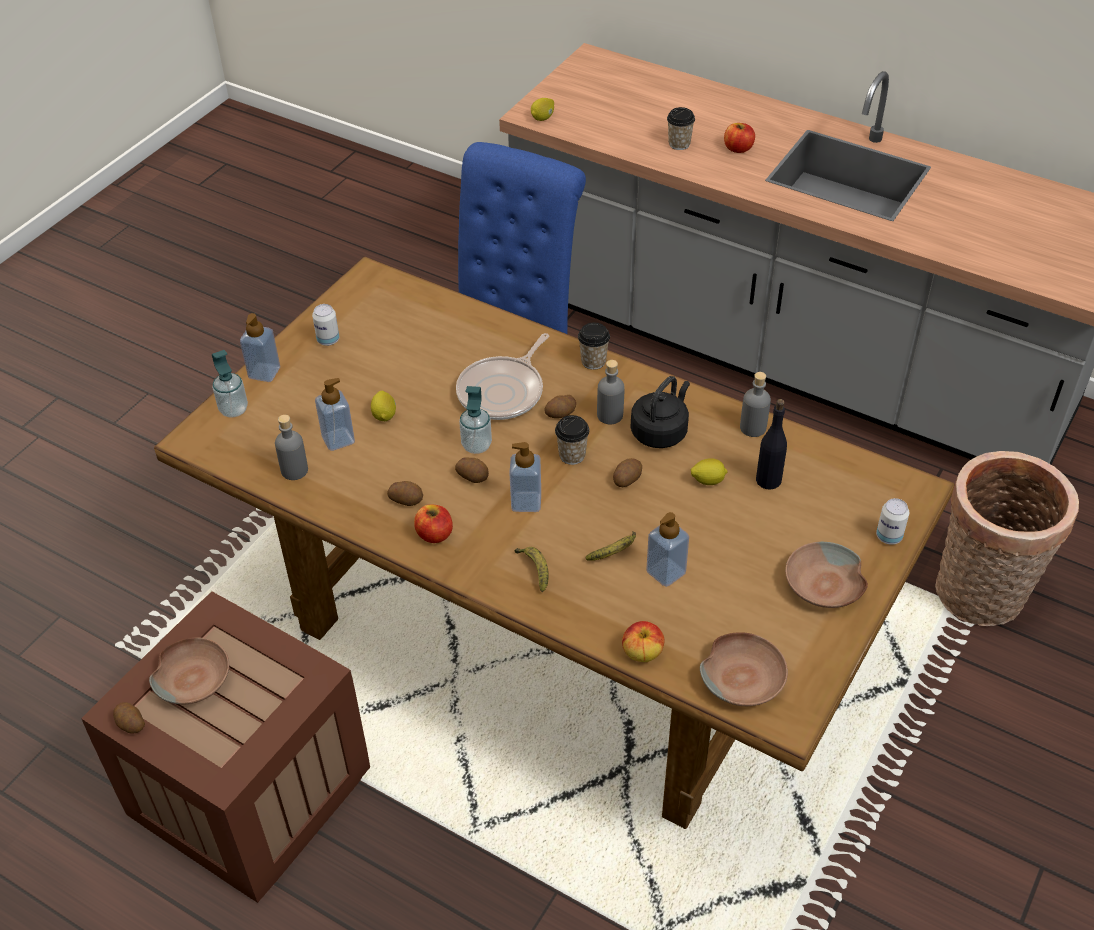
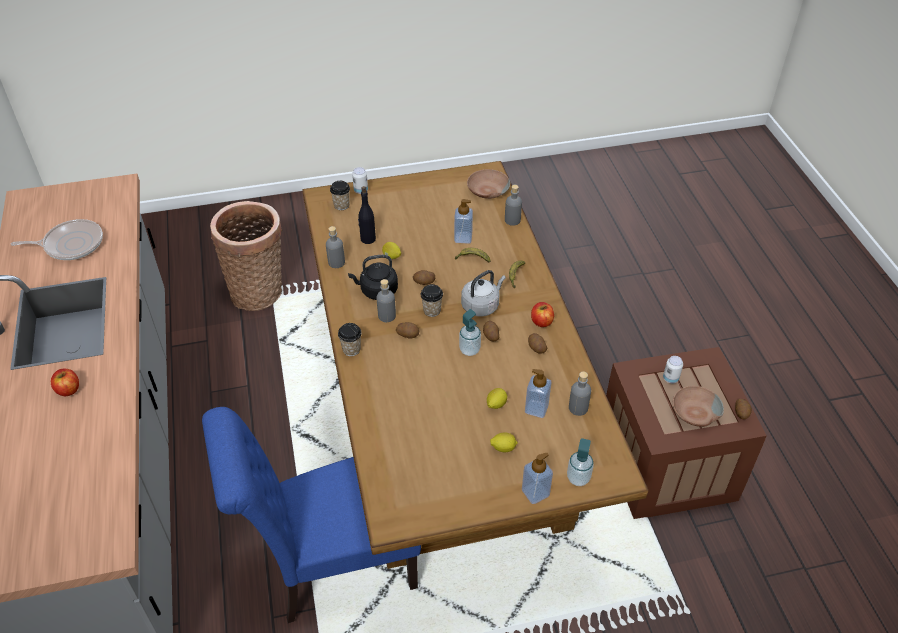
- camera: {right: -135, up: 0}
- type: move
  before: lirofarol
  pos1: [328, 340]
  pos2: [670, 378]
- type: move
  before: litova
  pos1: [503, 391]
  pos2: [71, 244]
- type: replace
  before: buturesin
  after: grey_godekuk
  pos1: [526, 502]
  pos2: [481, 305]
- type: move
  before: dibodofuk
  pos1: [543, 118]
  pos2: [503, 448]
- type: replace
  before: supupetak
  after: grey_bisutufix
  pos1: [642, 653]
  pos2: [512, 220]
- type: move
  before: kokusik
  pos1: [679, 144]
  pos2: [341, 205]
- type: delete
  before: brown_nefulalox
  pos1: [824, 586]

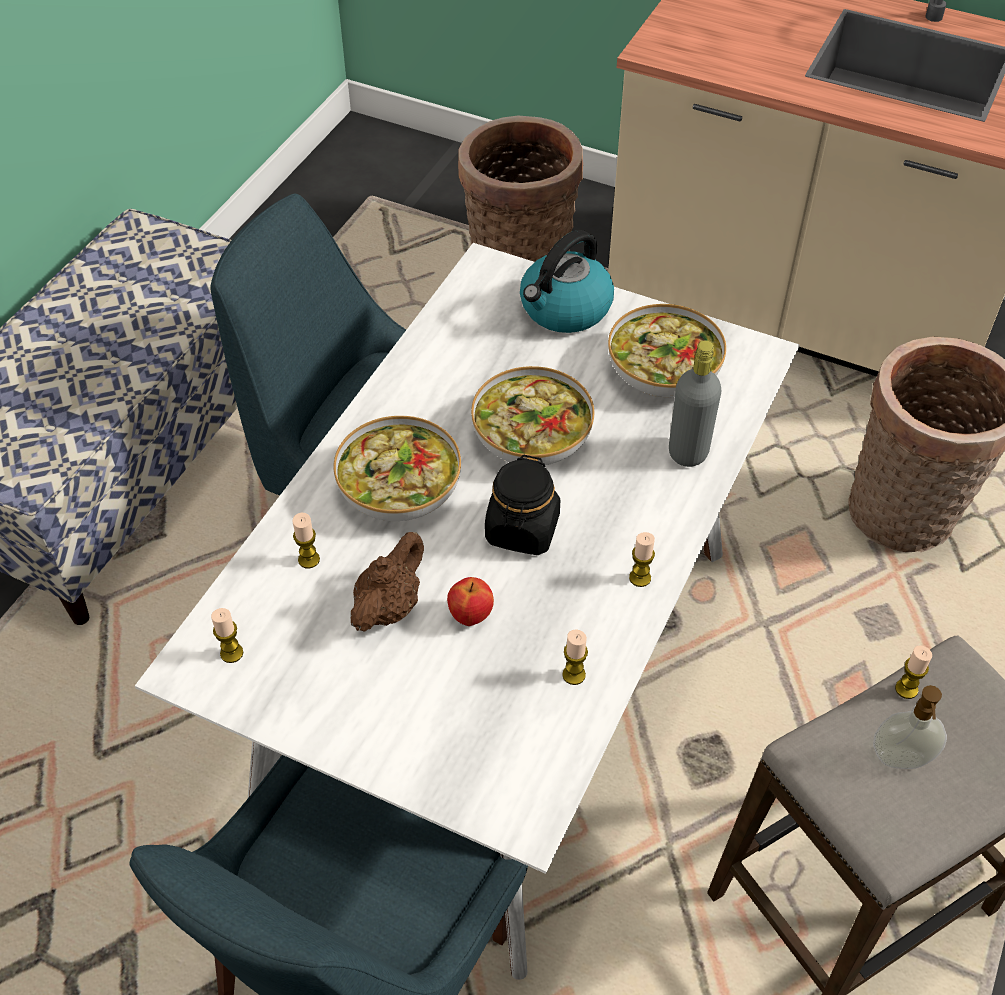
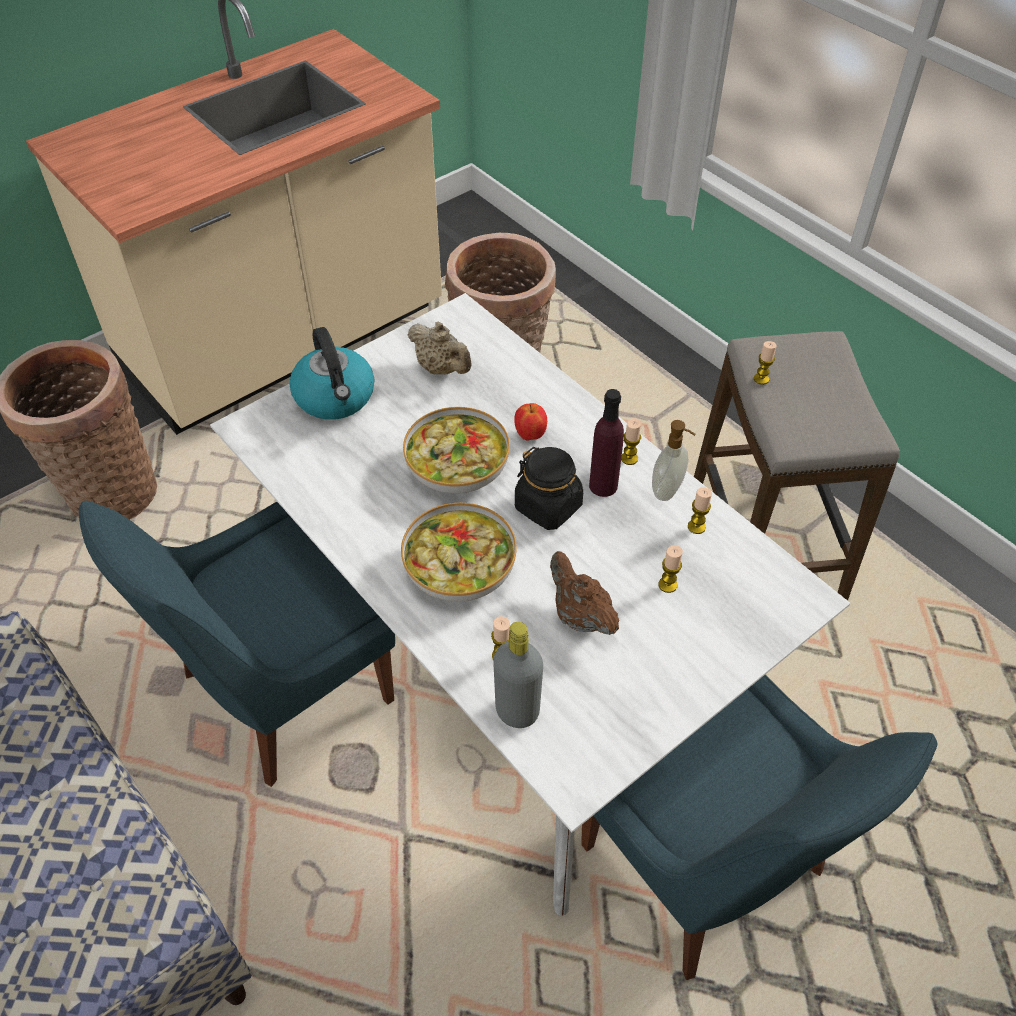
- camera: {right: -65, up: 0}
- type: move
  before: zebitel
  pos1: [231, 653]
  pos2: [667, 585]
- type: move
  before: supupetak
  pos1: [470, 616]
  pos2: [530, 435]
- type: replace
  before: nefulalox
  after: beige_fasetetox
  pos1: [664, 370]
  pos2: [442, 369]
- type: move
  before: grey_bisutufix
  pos1: [688, 452]
  pos2: [517, 711]
- type: move
  before: buturesin
  pos1: [901, 760]
  pos2: [668, 490]
- type: insert
  after: purple_bisutufix
  pos2: [603, 485]

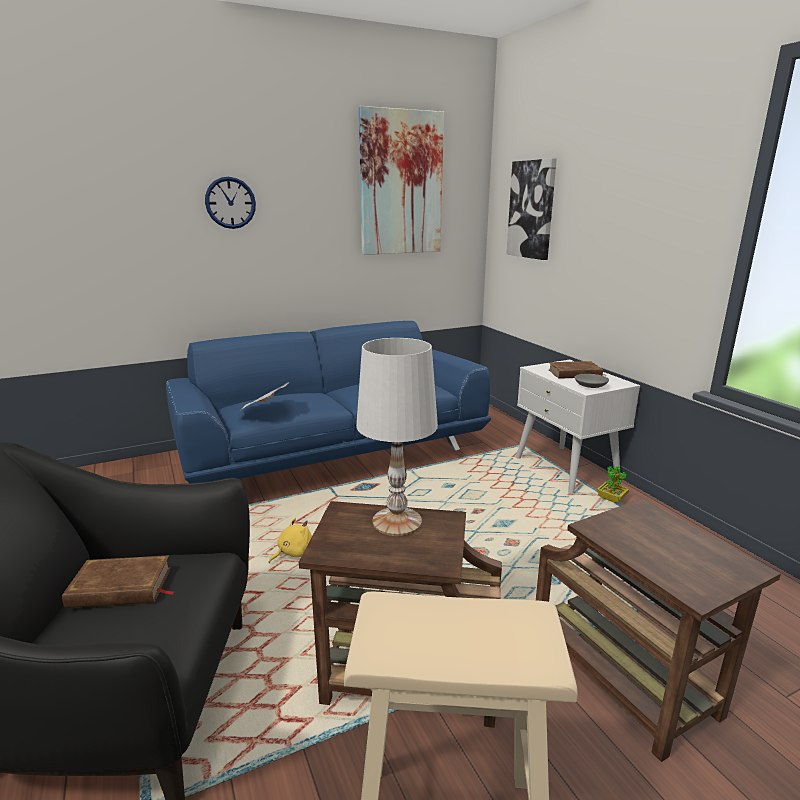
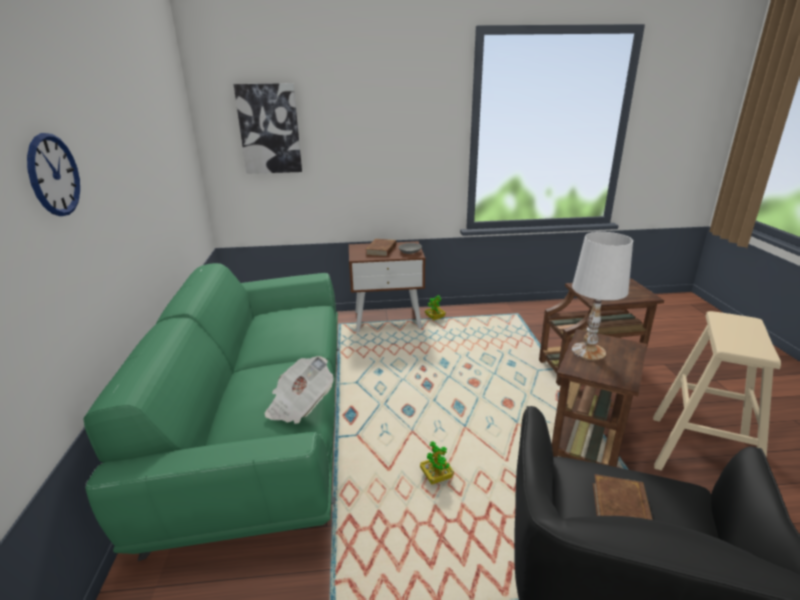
- camera: {right: -70, up: 5}
- type: recolor
  before: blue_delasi
  after: green_delasi
  pos1: [333, 452]
  pos2: [260, 424]
- type: replace
  before: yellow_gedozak
  after: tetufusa
  pos1: [293, 552]
  pos2: [436, 477]
- type: delete
  before: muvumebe
  pos1: [401, 184]
- type: recolor
  before: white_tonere
  after: brown_tonere
  pos1: [566, 469]
  pos2: [387, 319]

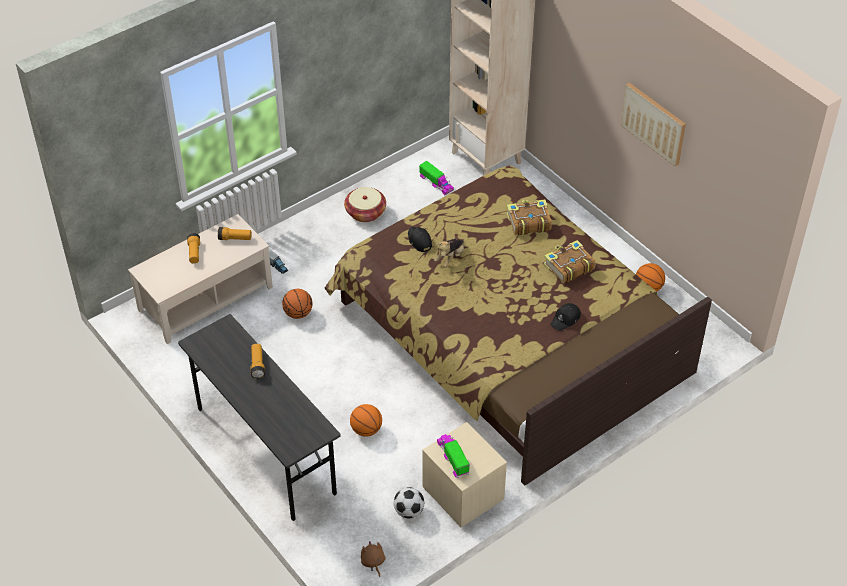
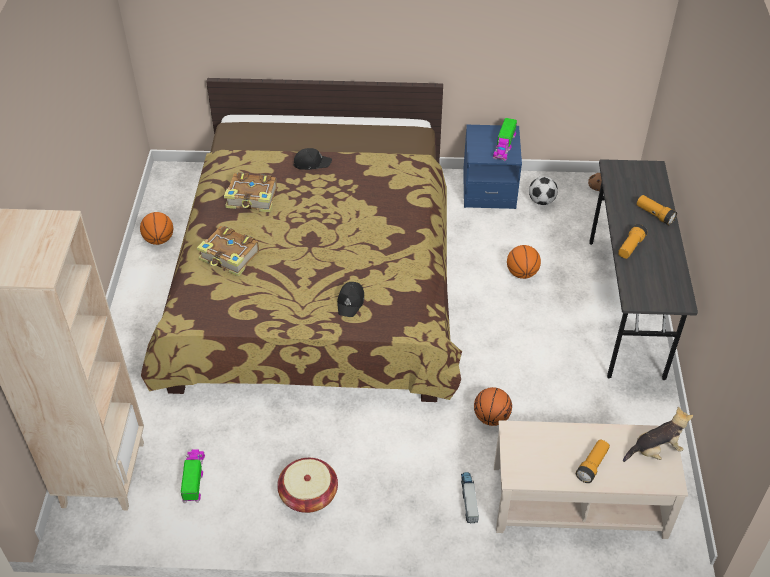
- camera: {right: -140, up: 0}
- type: move
  before: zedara
  pos1: [235, 238]
  pos2: [654, 215]
- type: recolor
  before: beige_tonere
  after: blue_tonere
  pos1: [463, 494]
  pos2: [489, 189]
- type: move
  before: gedozak
  pos1: [450, 258]
  pos2: [655, 450]
- type: delete
  before: muvumebe
  pos1: [654, 123]

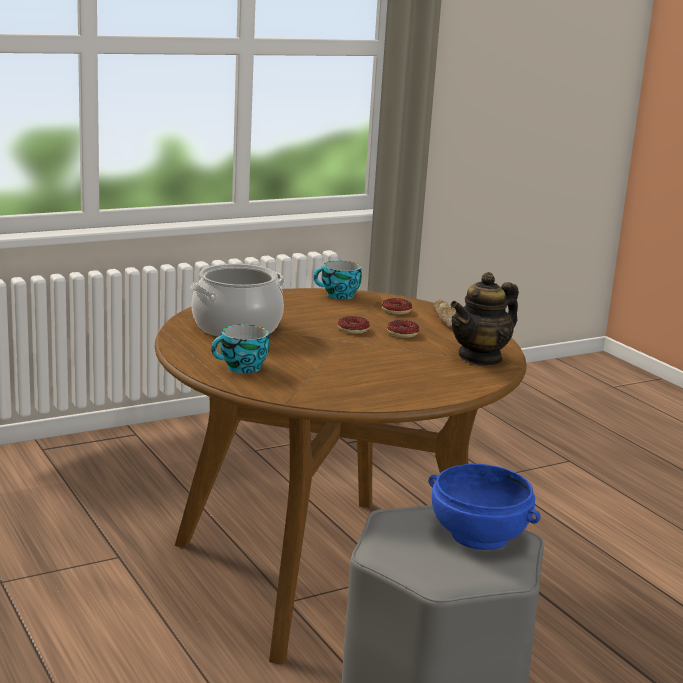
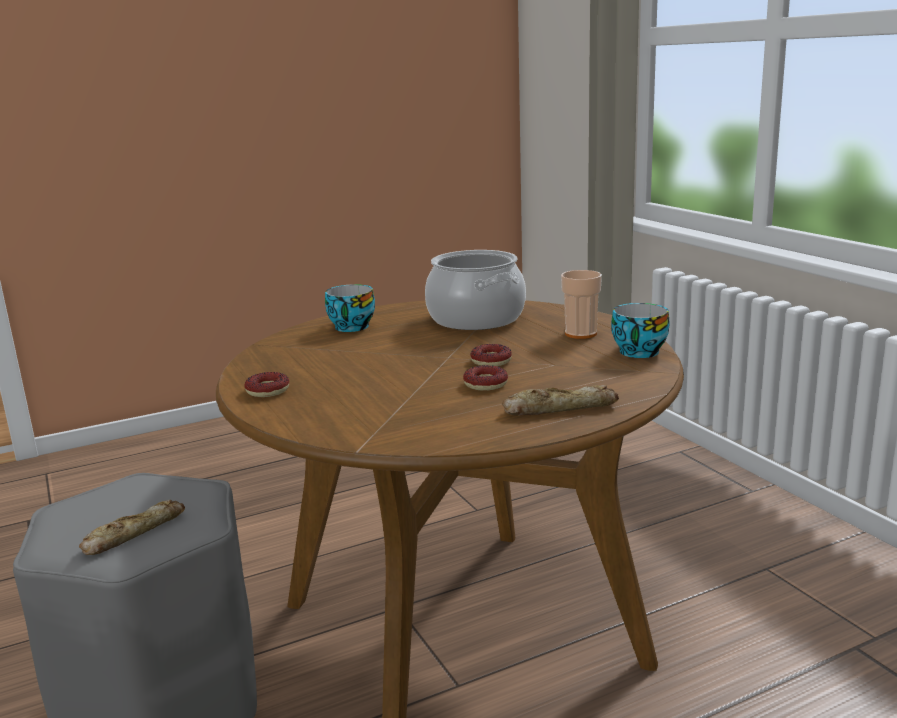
- camera: {right: 95, up: 0}
- type: move
  before: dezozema
  pos1: [396, 310]
  pos2: [267, 390]
- type: replace
  before: blue_nefulalox
  after: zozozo
  pos1: [480, 535]
  pos2: [133, 533]
- type: delete
  before: fasetetox
  pos1: [480, 358]
- type: insert
  after: kokusik
  pos2: [580, 334]

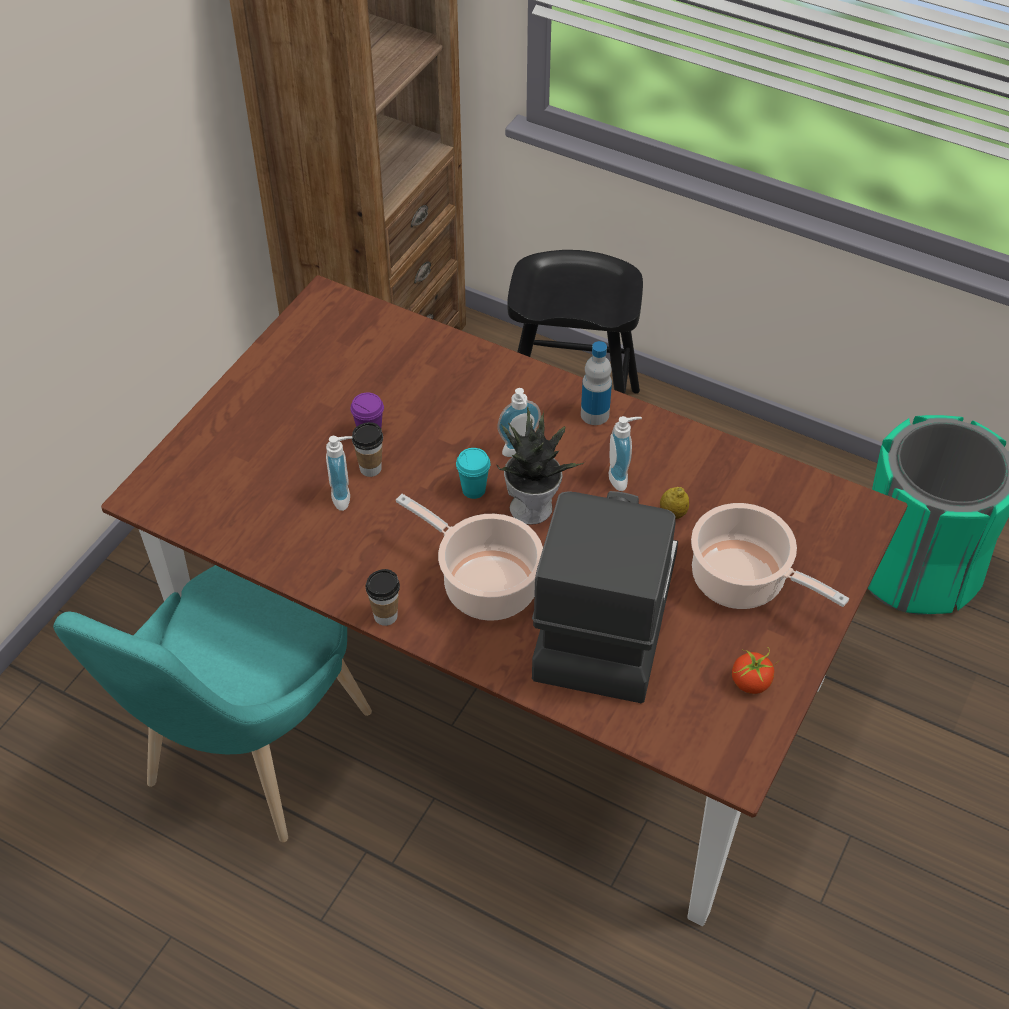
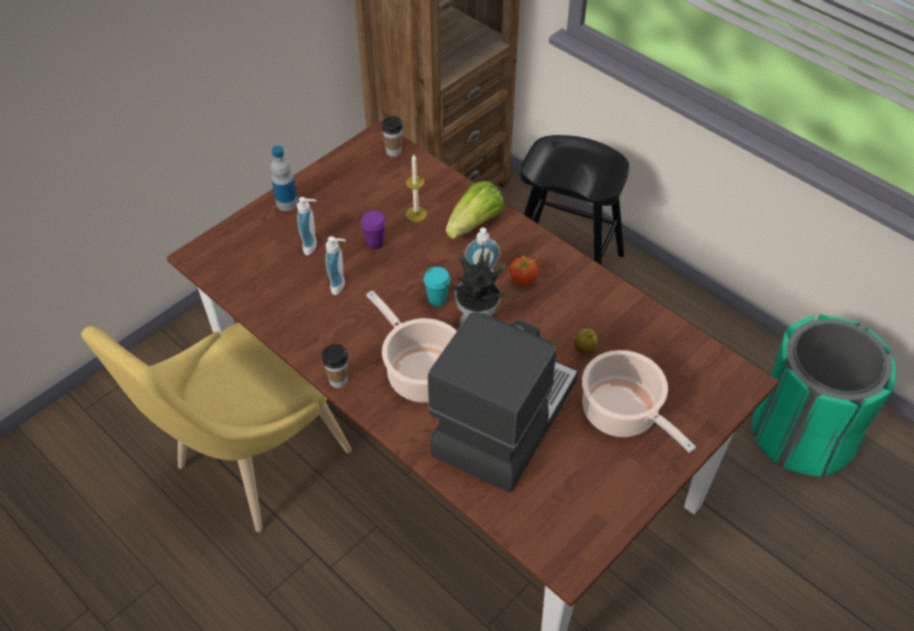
- camera: {right: 15, up: 0}
- type: recolor
  before: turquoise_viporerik
  after: yellow_viporerik
  pos1: [248, 759]
  pos2: [254, 465]
- type: move
  before: kokusik
  pos1: [370, 468]
  pos2: [393, 151]
- type: move
  before: bisutufix
  pos1: [594, 414]
  pos2: [287, 203]
- type: move
  before: buturesin
  pos1: [622, 477]
  pos2: [313, 246]
- type: move
  before: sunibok
  pos1: [751, 682]
  pos2: [523, 279]
- type: insert
  after: zebitel
  pos2: [416, 214]
- type: insert
  after: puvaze
  pos2: [475, 224]

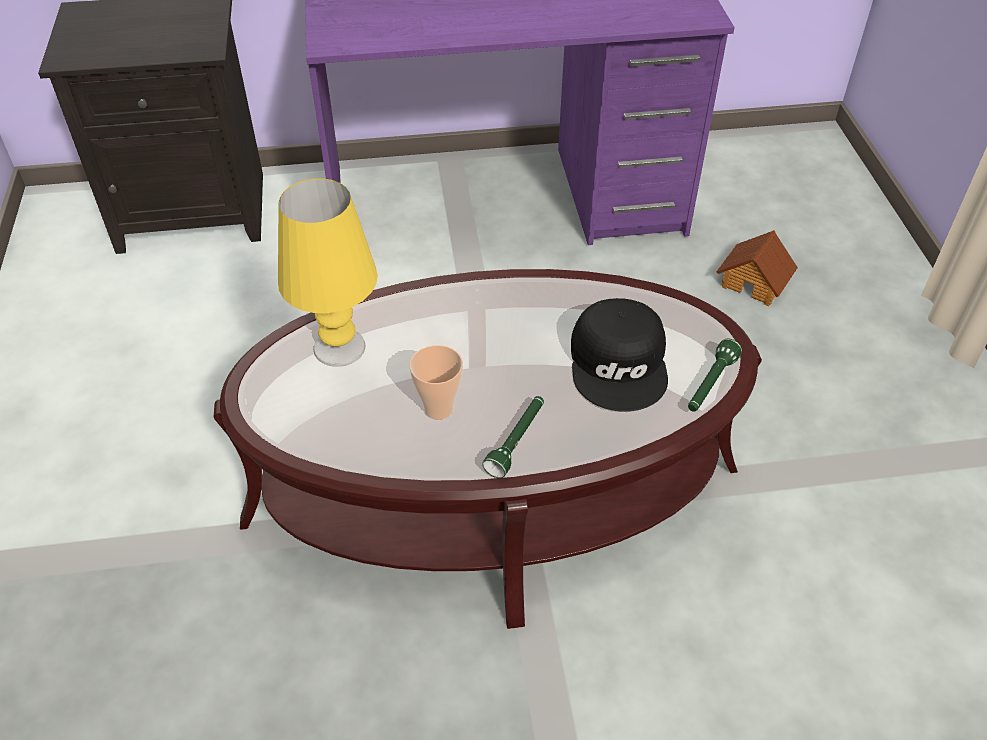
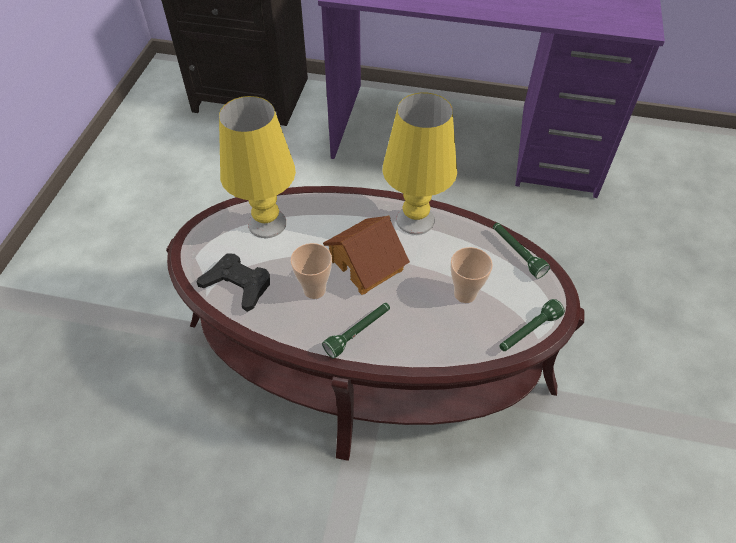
- camera: {right: 20, up: 5}
- type: replace
  before: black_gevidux
  after: kokusik
  pos1: [620, 363]
  pos2: [465, 294]
- type: move
  before: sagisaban
  pos1: [754, 282]
  pos2: [367, 264]
- type: insert
  after: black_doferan
  pos2: [237, 285]
- type: insert
  after: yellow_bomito
  pos2: [415, 220]
- type: insert
  after: green_zedara
  pos2: [516, 253]

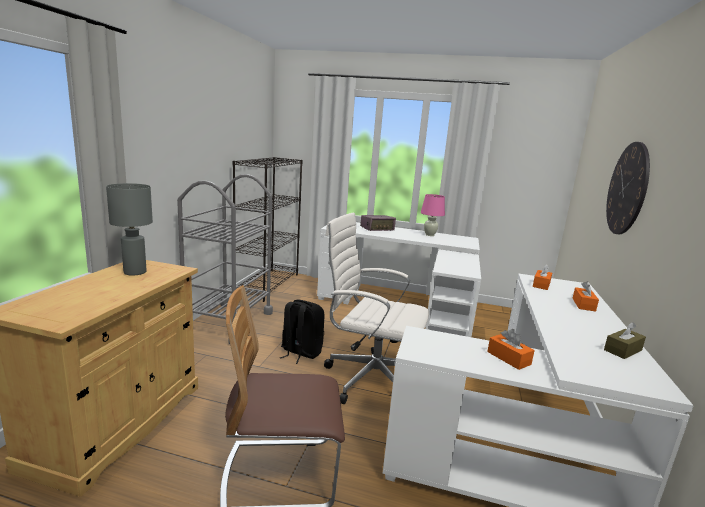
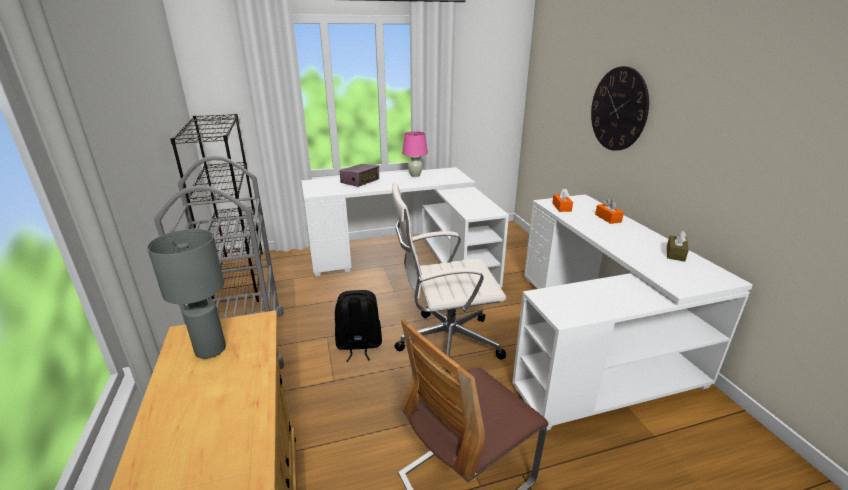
- camera: {right: -30, up: 10}
- type: delete
  before: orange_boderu
  pos1: [508, 358]

